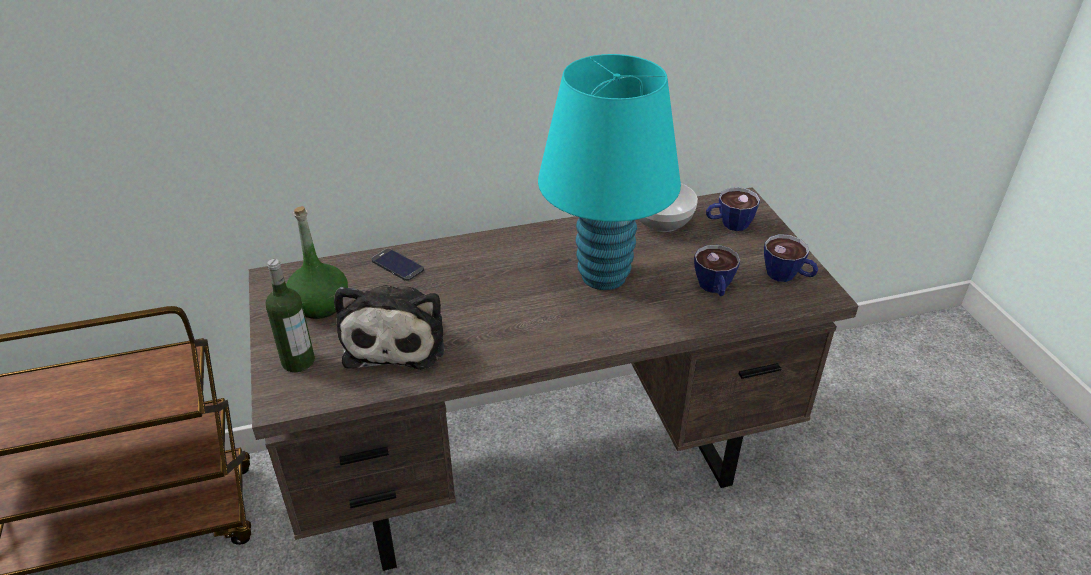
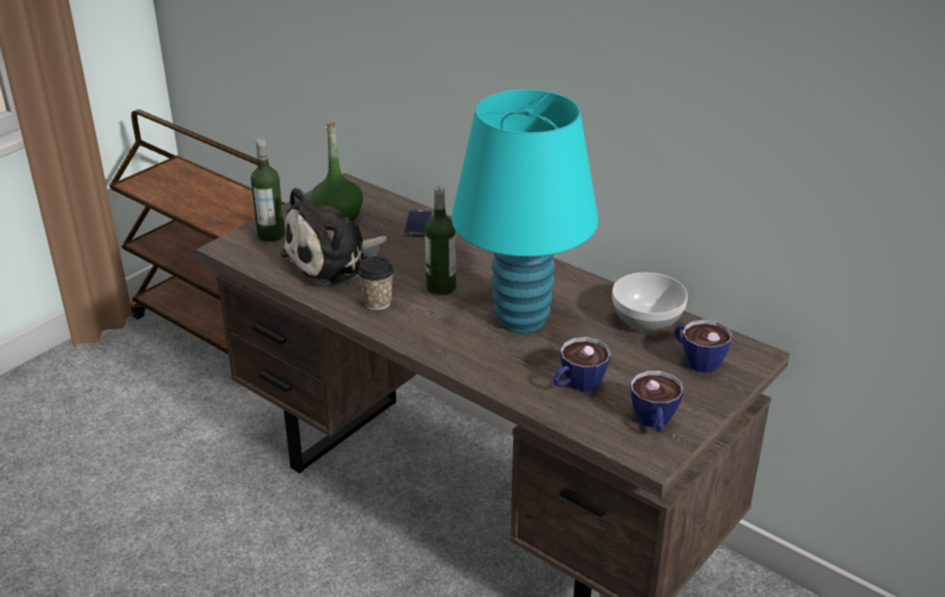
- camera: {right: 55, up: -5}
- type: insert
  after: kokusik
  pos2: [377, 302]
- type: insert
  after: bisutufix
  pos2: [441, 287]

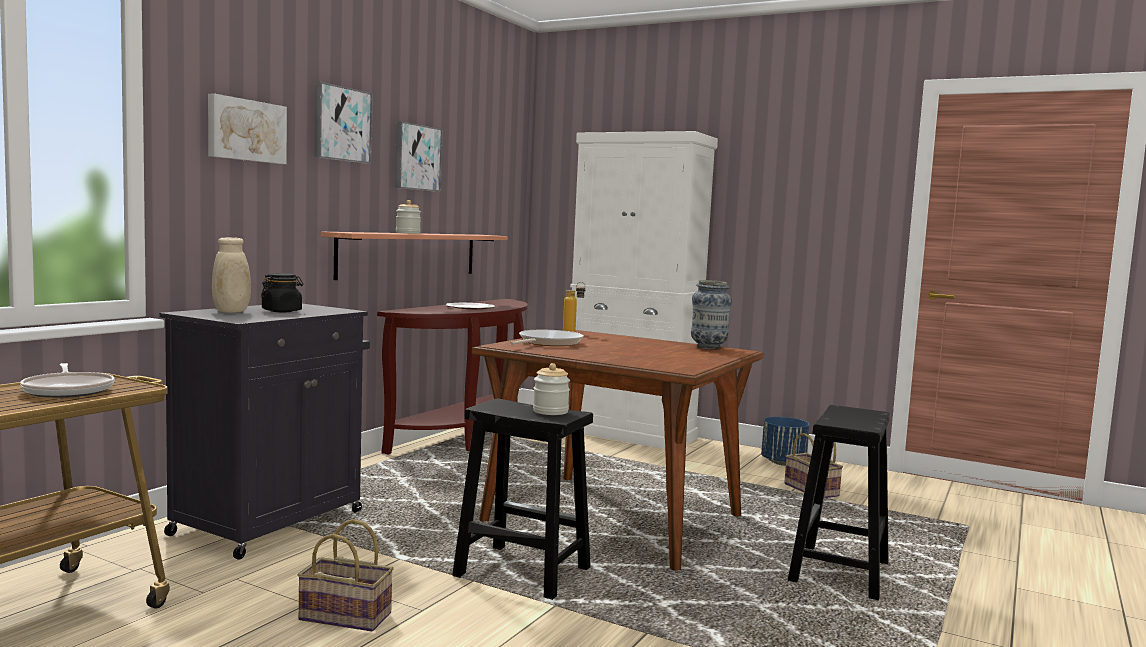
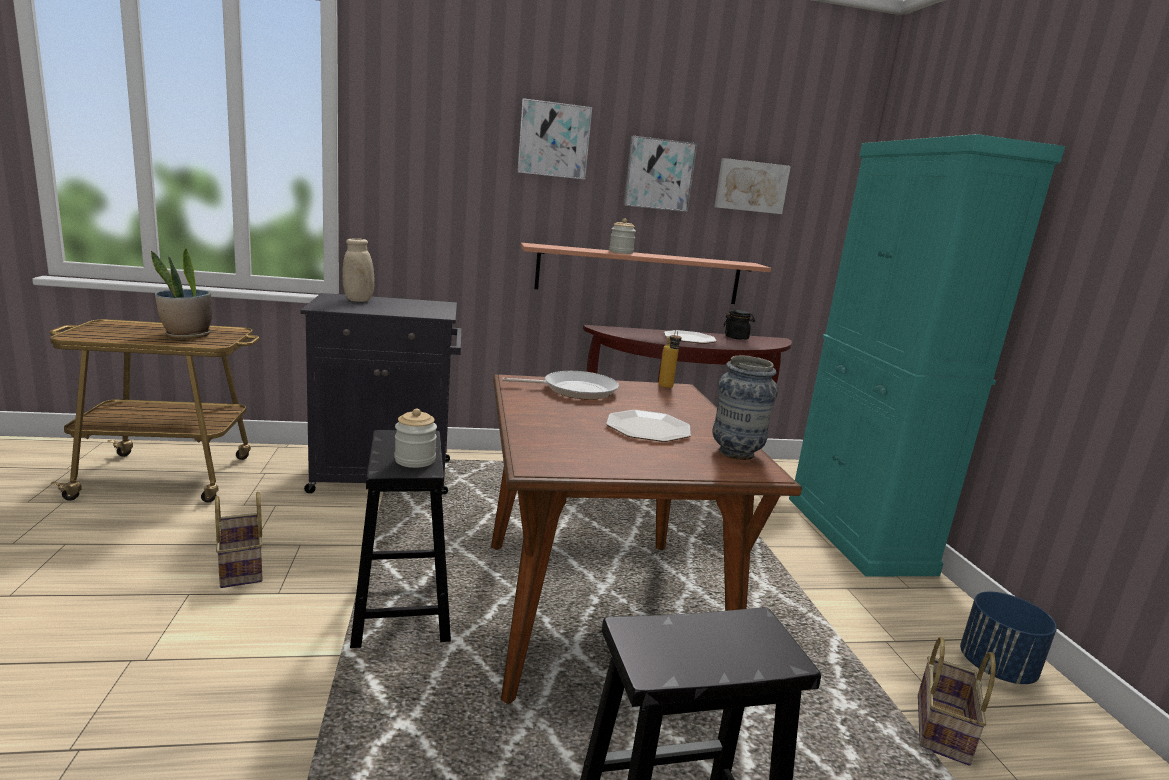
- camera: {right: 50, up: 10}
- type: replace
  before: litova
  after: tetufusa
  pos1: [69, 390]
  pos2: [187, 335]
- type: move
  before: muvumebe
  pos1: [246, 130]
  pos2: [750, 186]
- type: move
  before: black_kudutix
  pos1: [282, 311]
  pos2: [736, 337]
- type: recolor
  before: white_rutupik
  after: turquoise_rutupik
  pos1: [630, 434]
  pos2: [857, 534]
- type: insert
  after: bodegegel
  pos2: [648, 428]

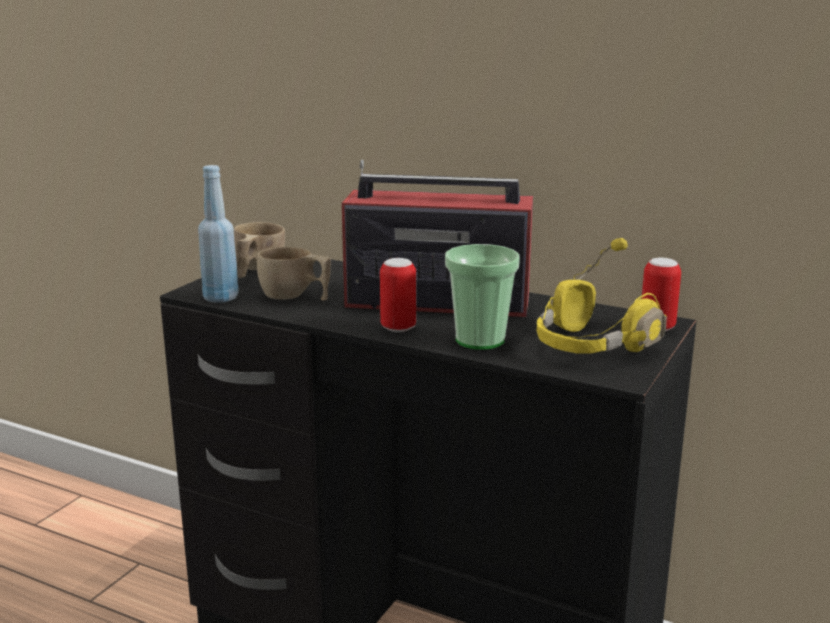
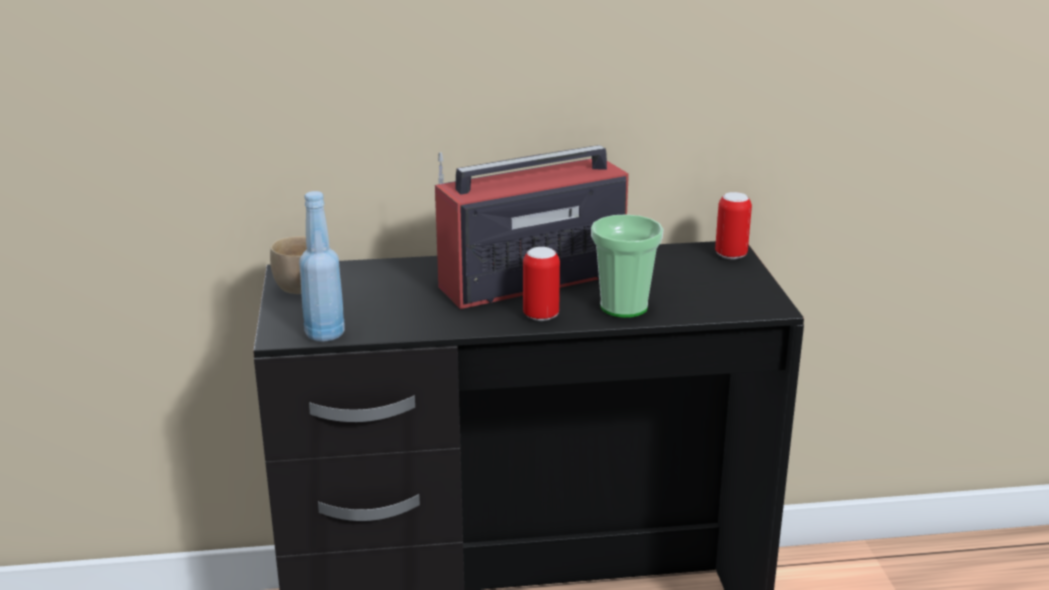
- camera: {right: -35, up: 5}
- type: delete
  before: beige_kokusik
  pos1: [295, 297]
- type: delete
  before: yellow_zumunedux
  pos1: [590, 347]

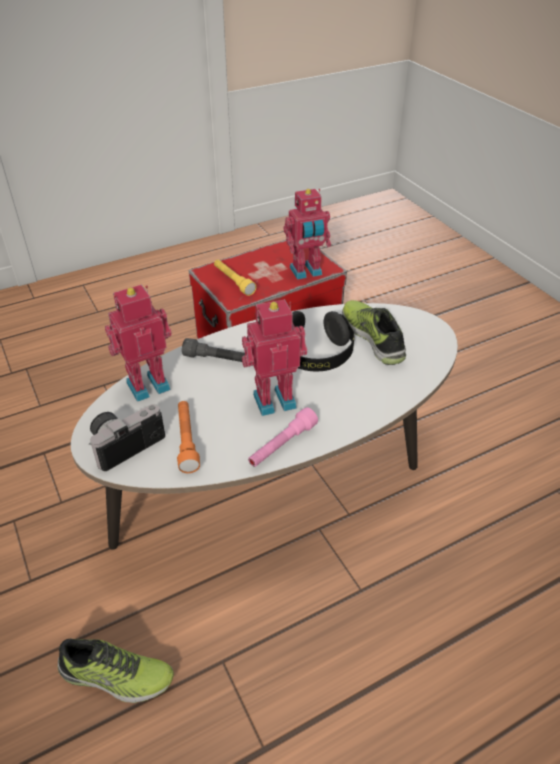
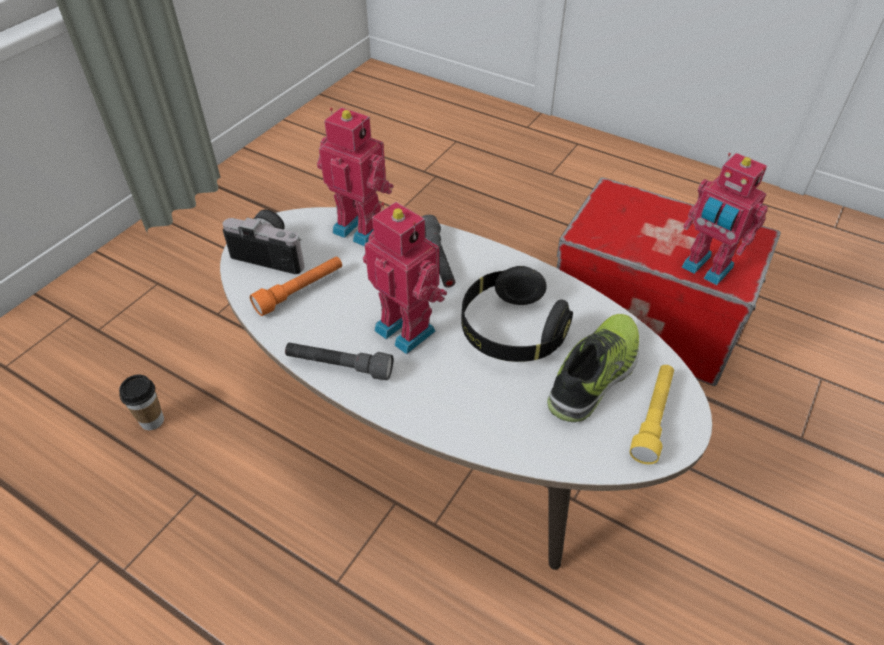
- camera: {right: 60, up: 5}
- type: replace
  before: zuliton
  after: kokusik
  pos1: [116, 676]
  pos2: [152, 421]
- type: move
  before: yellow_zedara
  pos1: [233, 282]
  pos2: [653, 418]
- type: recolor
  before: pink_zedara
  after: grey_zedara
  pos1: [282, 445]
  pos2: [339, 366]

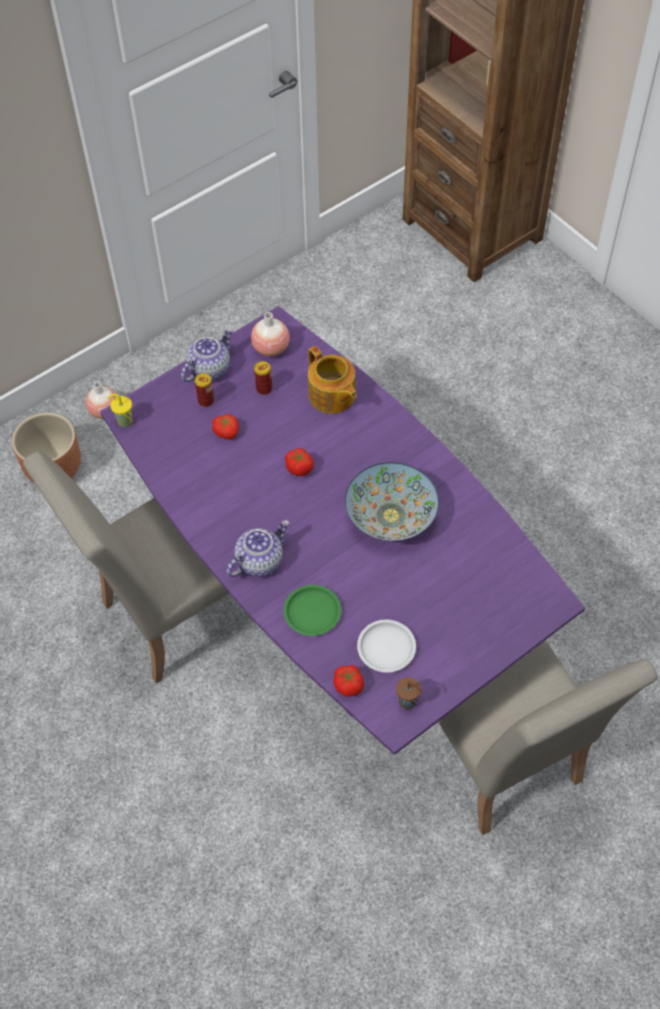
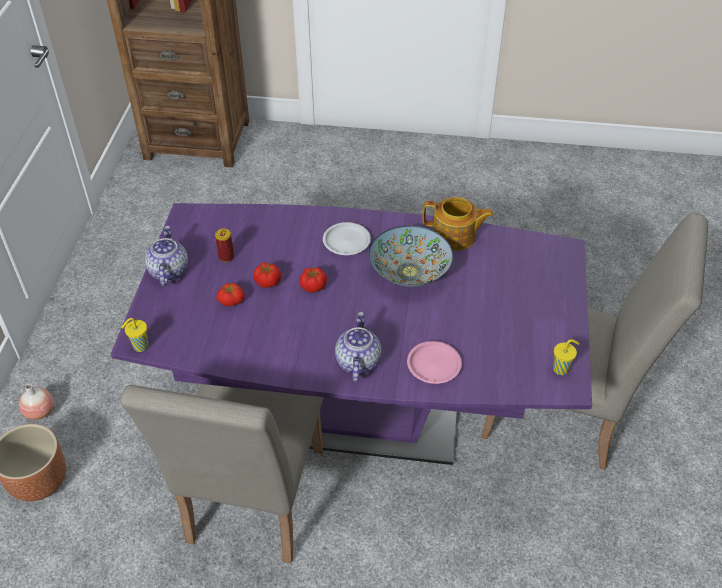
- camera: {right: -45, up: -10}
- type: delete
  before: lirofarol
  pos1: [206, 400]
- type: delete
  before: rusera
  pos1: [271, 348]
- type: recolor
  before: green_bodegegel
  after: pink_bodegegel
  pos1: [312, 612]
  pos2: [433, 365]
- type: move
  before: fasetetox
  pos1: [332, 396]
  pos2: [455, 236]
- type: move
  before: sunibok
  pos1: [348, 686]
  pos2: [268, 282]
- type: move
  before: white_bodegegel
  pos1: [385, 648]
  pos2: [346, 242]
- type: recolor
  before: brown_kokusik
  after: yellow_kokusik
  pos1: [408, 702]
  pos2: [561, 369]

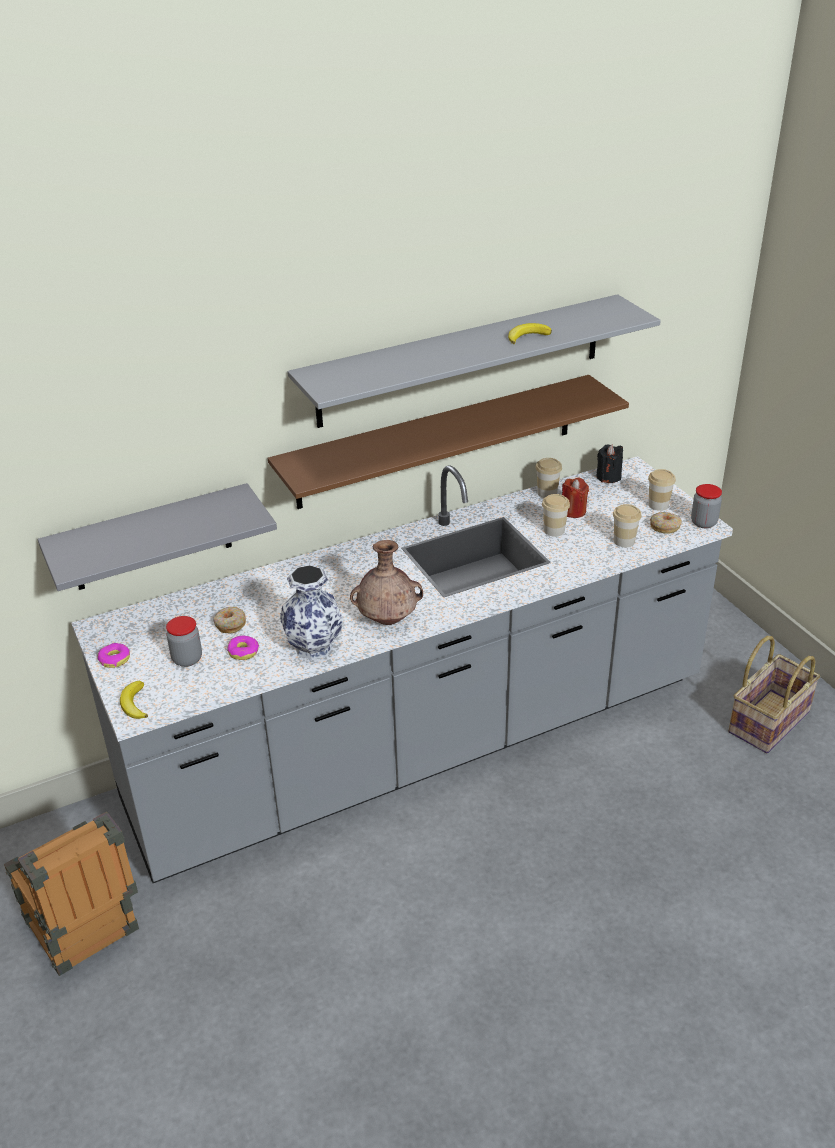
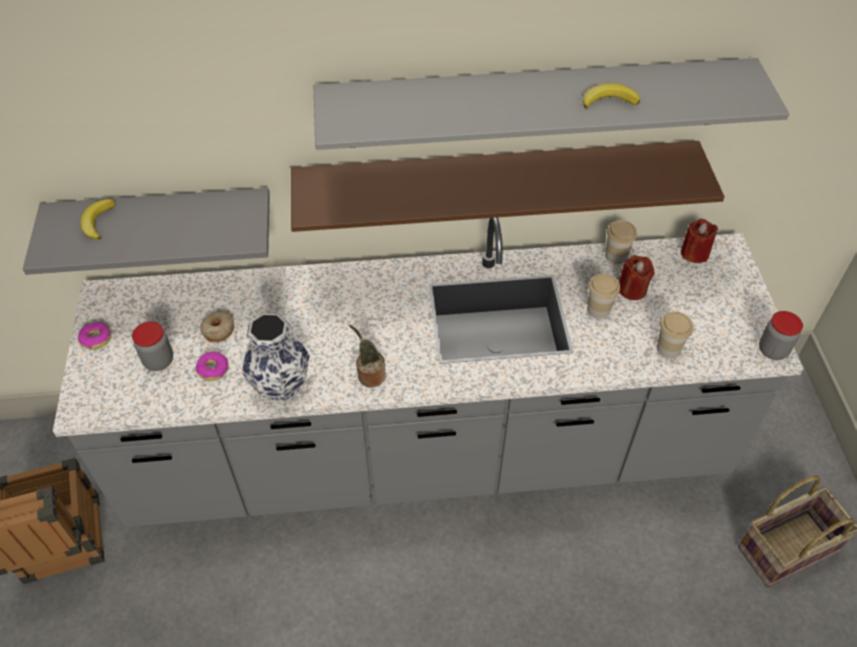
- camera: {right: 20, up: 15}
- type: move
  before: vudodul
  pos1: [134, 704]
  pos2: [97, 221]
- type: replace
  before: brown_rusera
  after: tetufusa
  pos1: [388, 620]
  pos2: [369, 375]
- type: recolor
  before: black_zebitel
  after: red_zebitel
  pos1: [608, 477]
  pos2: [694, 253]
- type: delete
  before: kokusik
  pos1: [658, 505]
- type: delete
  before: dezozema
  pos1: [665, 527]

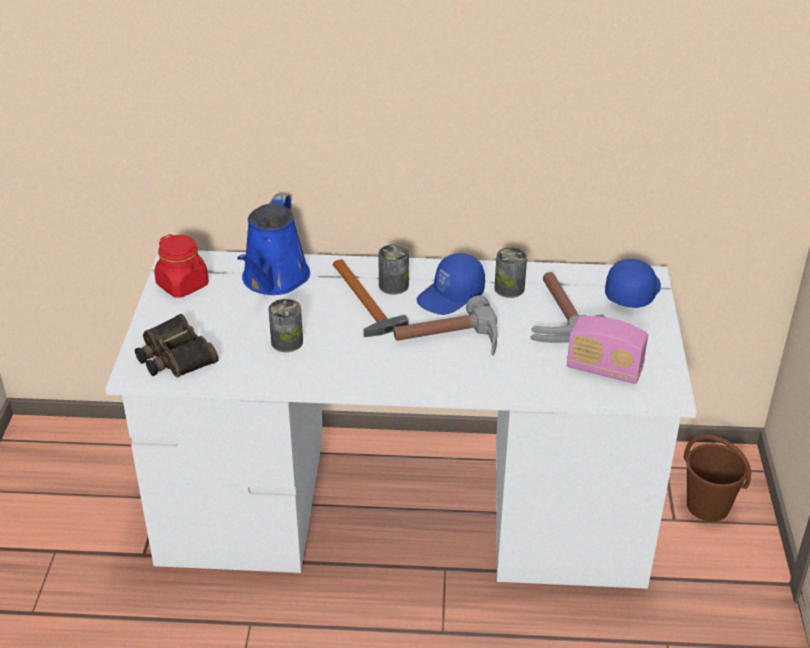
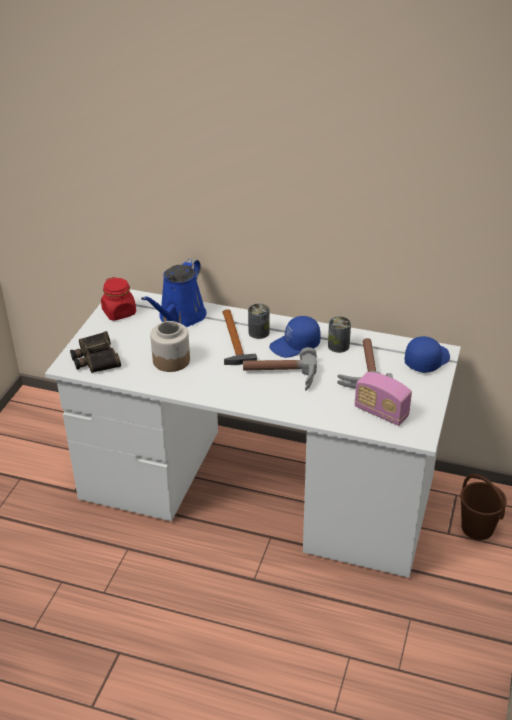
- camera: {right: 15, up: 0}
- type: replace
  before: lirofarol
  after: kudutix
  pos1: [287, 342]
  pos2: [171, 360]

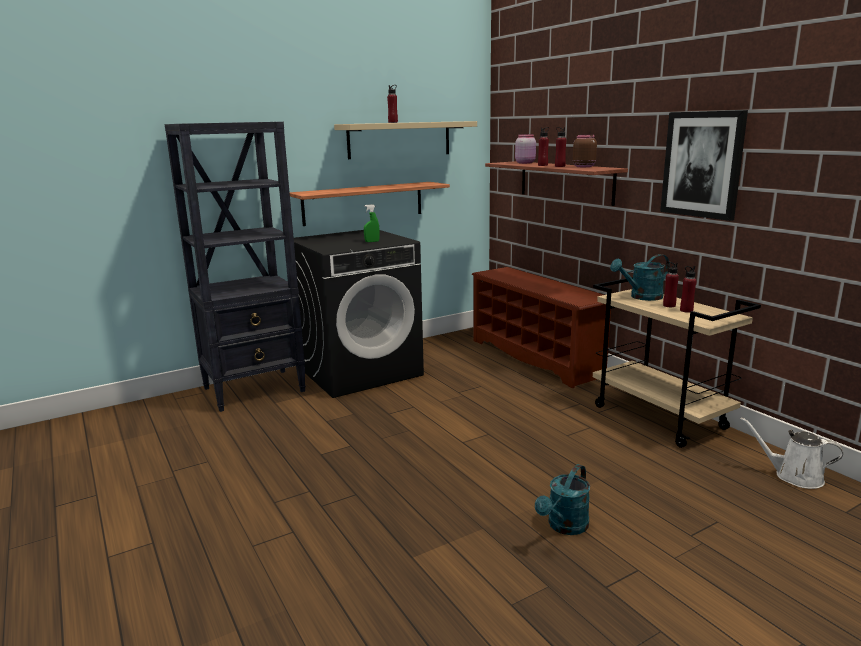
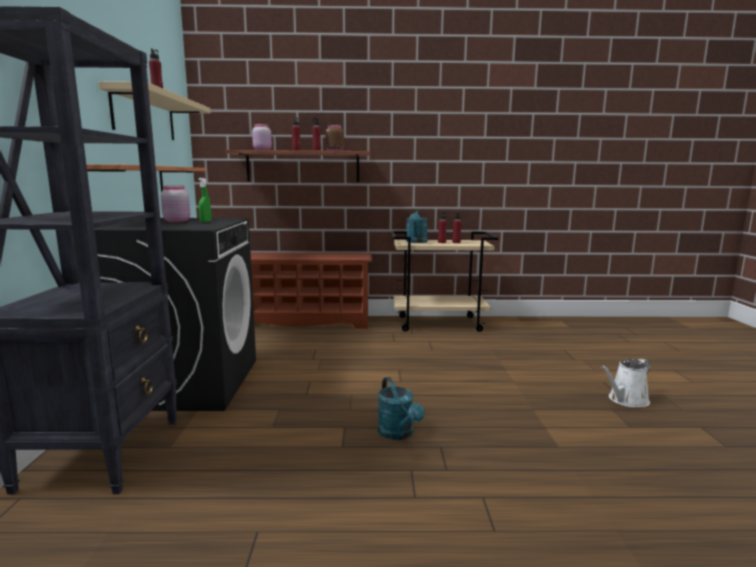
- camera: {right: -60, up: -5}
- type: move
  before: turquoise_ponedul
  pos1: [564, 527]
  pos2: [398, 434]
- type: delete
  before: muvumebe
  pos1: [702, 164]
- type: move
  before: white_ponedul
  pos1: [793, 476]
  pos2: [626, 400]
- type: insert
  after: pink_kudutix
  pos2: [176, 221]

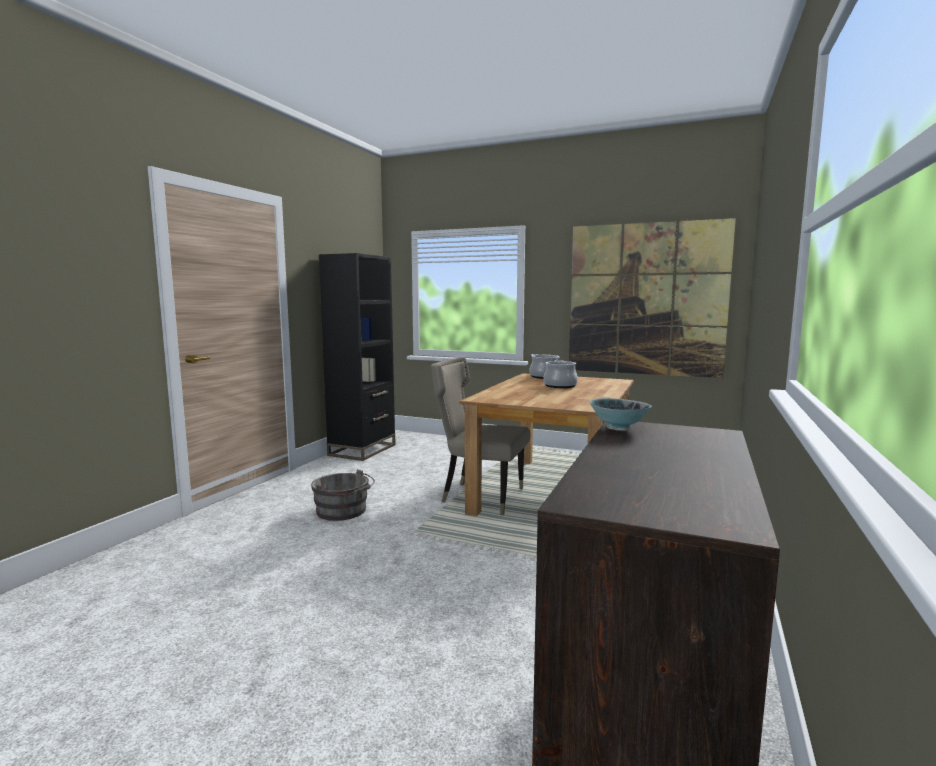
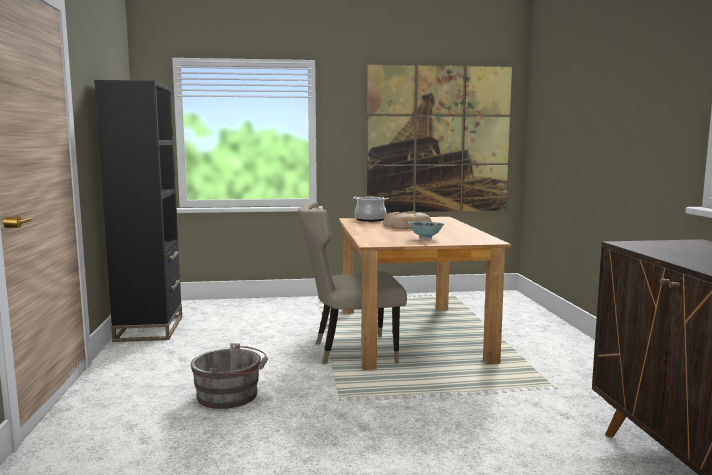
- camera: {right: -30, up: 0}
- type: replace
  before: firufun
  after: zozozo
  pos1: [560, 386]
  pos2: [408, 226]
- type: move
  before: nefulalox
  pos1: [618, 429]
  pos2: [425, 238]

